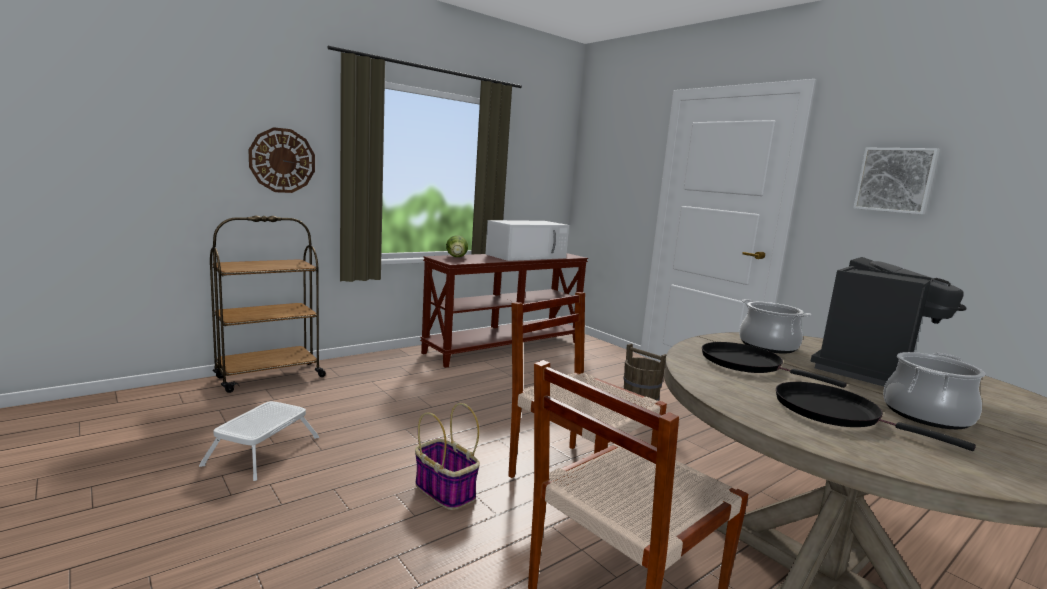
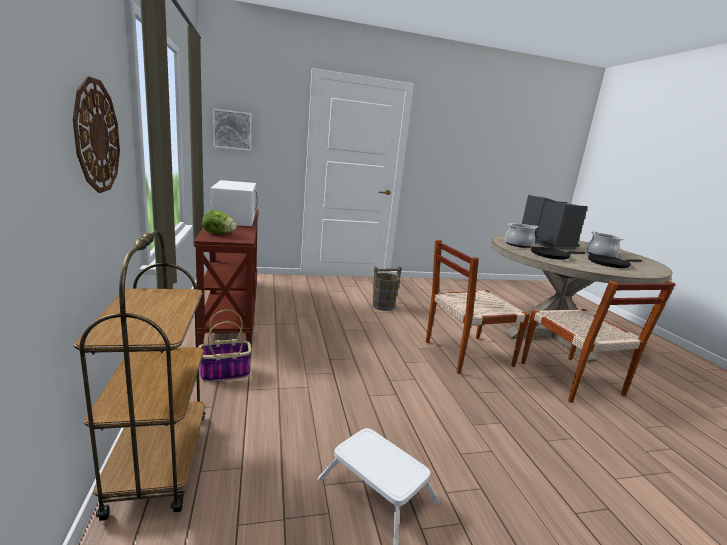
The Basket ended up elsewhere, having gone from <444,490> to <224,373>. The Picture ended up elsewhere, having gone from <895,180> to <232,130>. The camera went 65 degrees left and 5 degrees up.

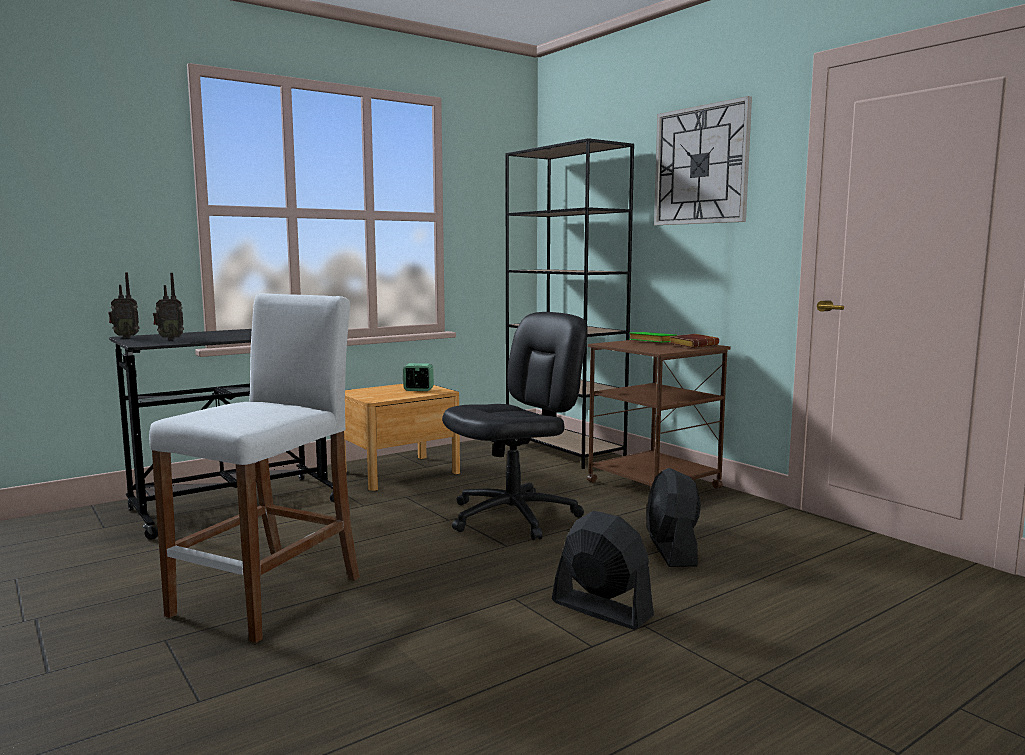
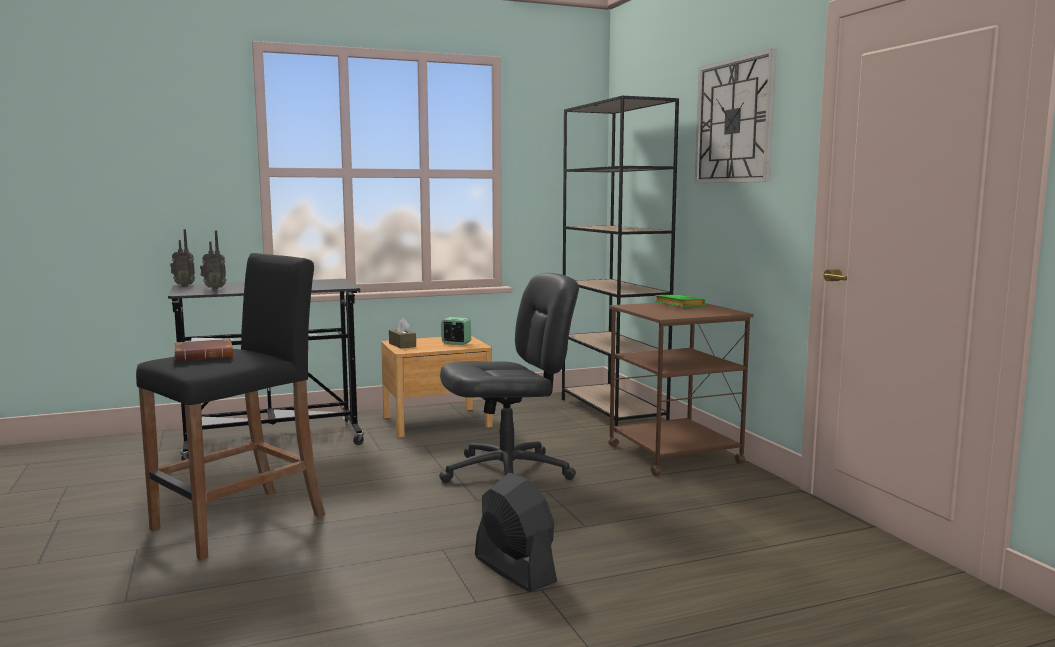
What was the WhiteStool at <269,596> turned into the BlackStool at <240,522>. The BrownBook ended up elsewhere, having gone from <693,345> to <205,356>. The second view gained the BrownTissueBox at <402,345>. The second view lost the BlackFan at <672,551>. The camera went 15 degrees right and 0 degrees up.

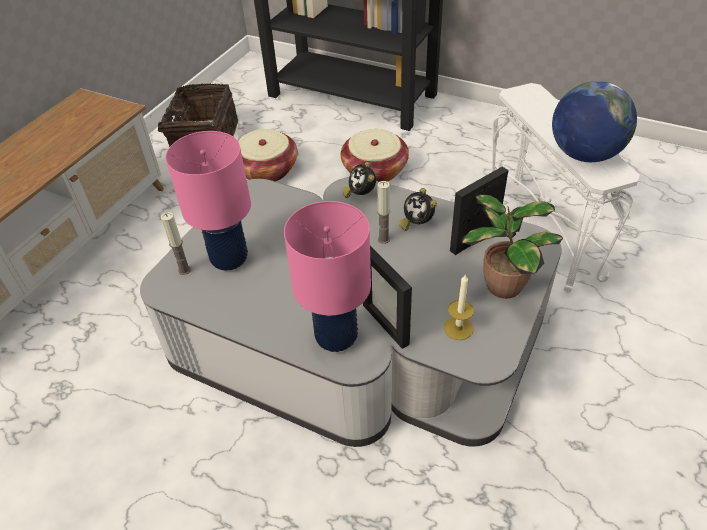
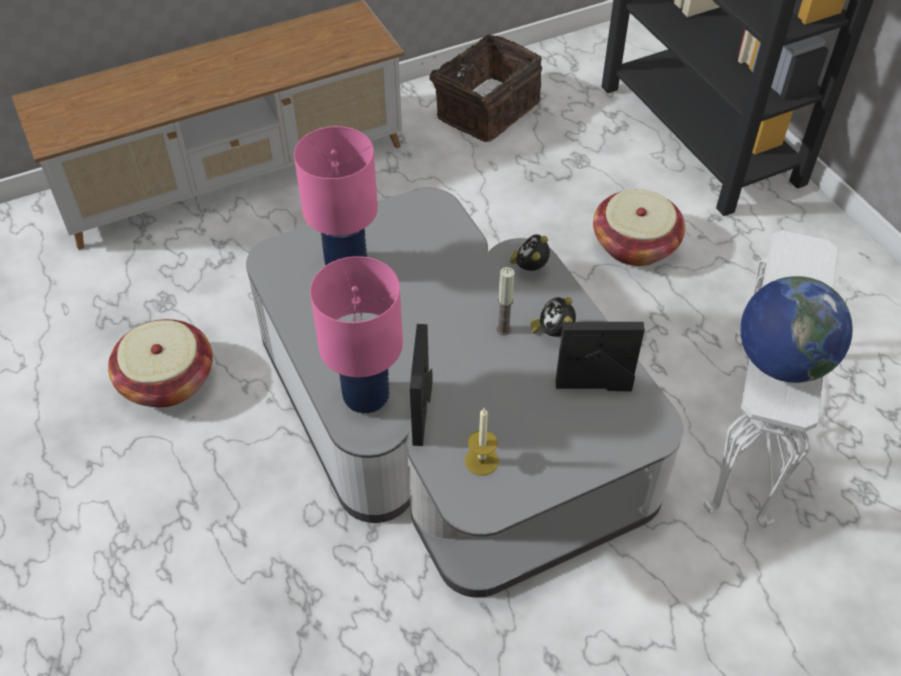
The Basket ended up elsewhere, having gone from <266,170> to <167,380>. The second view lost the Candle at <184,270>. The second view lost the PottedPlant at <501,285>. The camera went 35 degrees right and 5 degrees up.

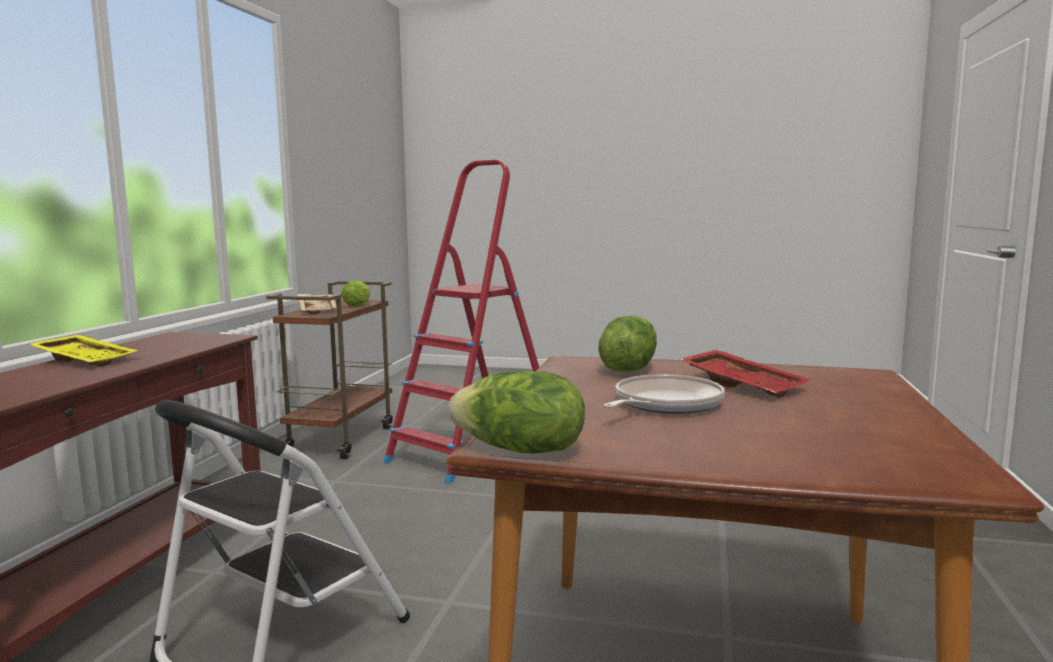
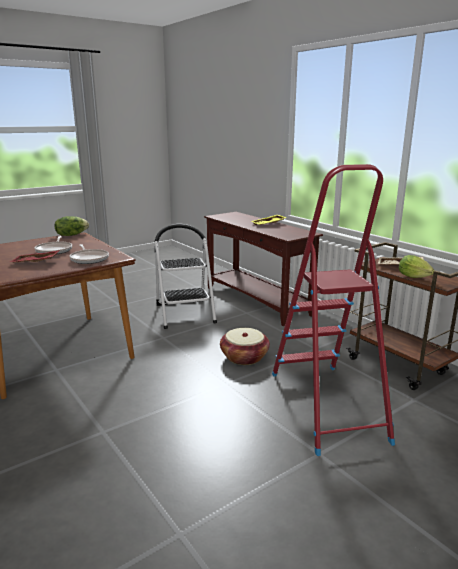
Where the Lettuce stood at <627,369>, the FryingPan came to stand at <89,259>. The second view gained the Basket at <244,357>. The camera went 130 degrees right and 10 degrees up.

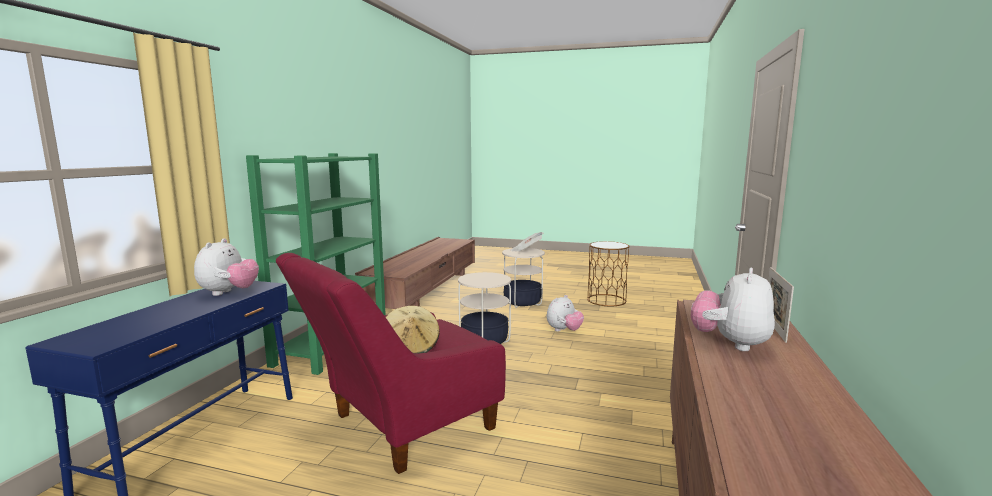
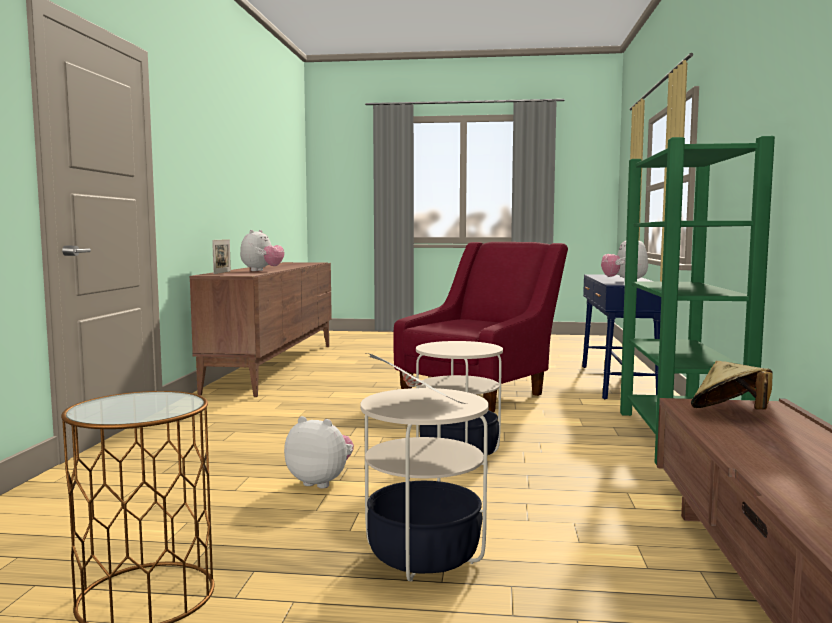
The PlushToy at <564,330> ended up facing another way, 75 degrees clockwise from before. The BeigeHat ended up elsewhere, having gone from <411,347> to <730,414>. The camera went 170 degrees right and 5 degrees down.

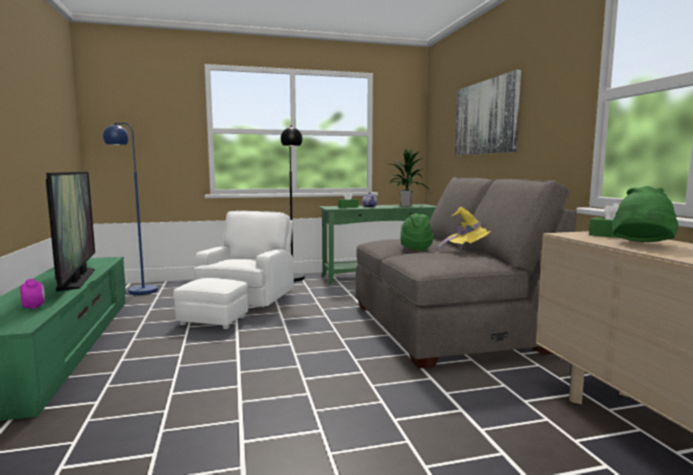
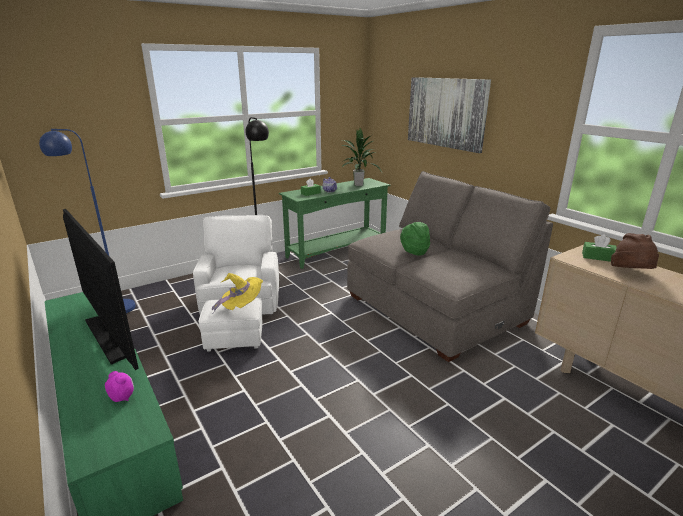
The YellowHat ended up elsewhere, having gone from <468,250> to <242,307>. What was the GreenHat at <642,244> turned into the BrownHat at <631,273>. The camera went 20 degrees left and 15 degrees up.

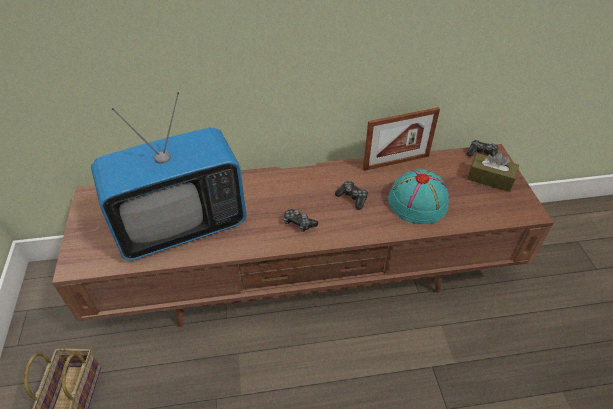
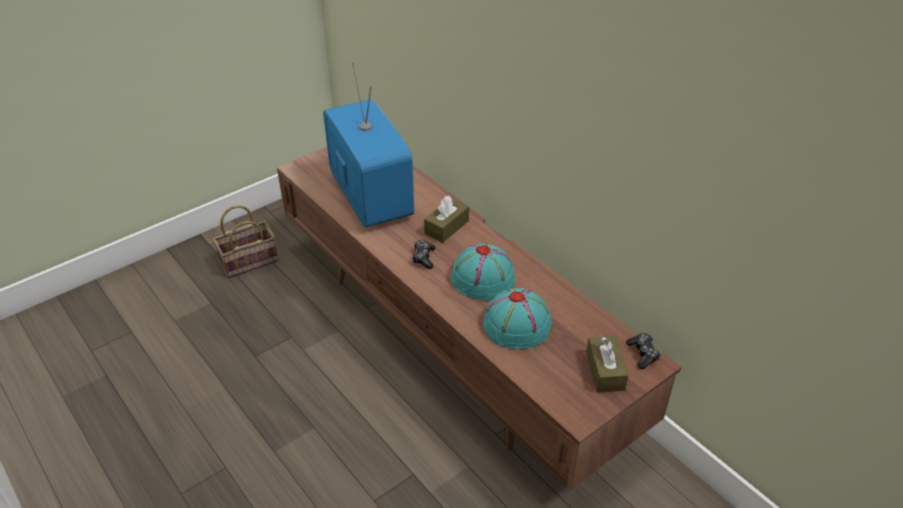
The Television at <181,226> ended up facing another way, 150 degrees counterclockwise from before. The second view gained the BrownTissueBox at <446,227>. Where the GameController stood at <352,198>, the TurquoiseHat came to stand at <483,279>. The second view lost the PictureFrame at <396,162>. The camera went 60 degrees right and 5 degrees down.

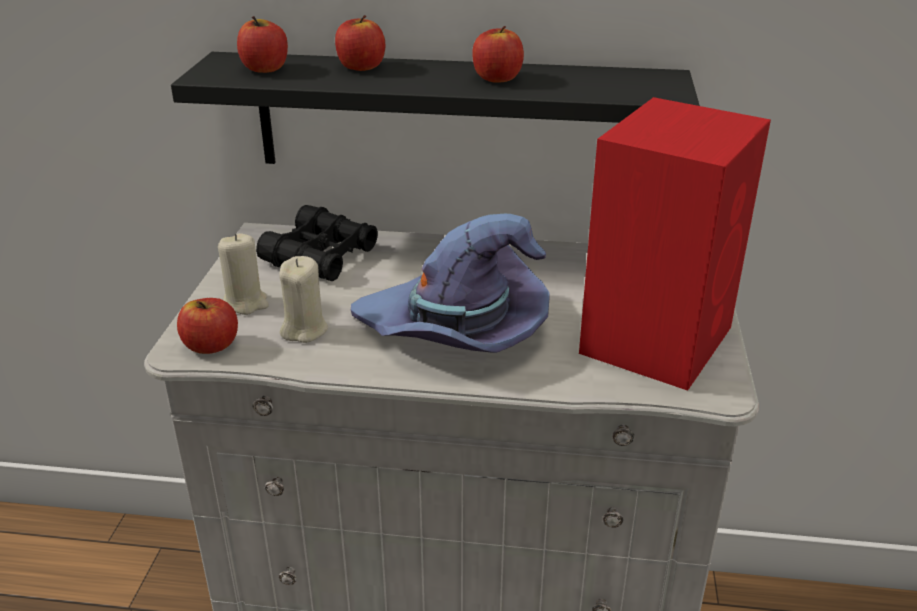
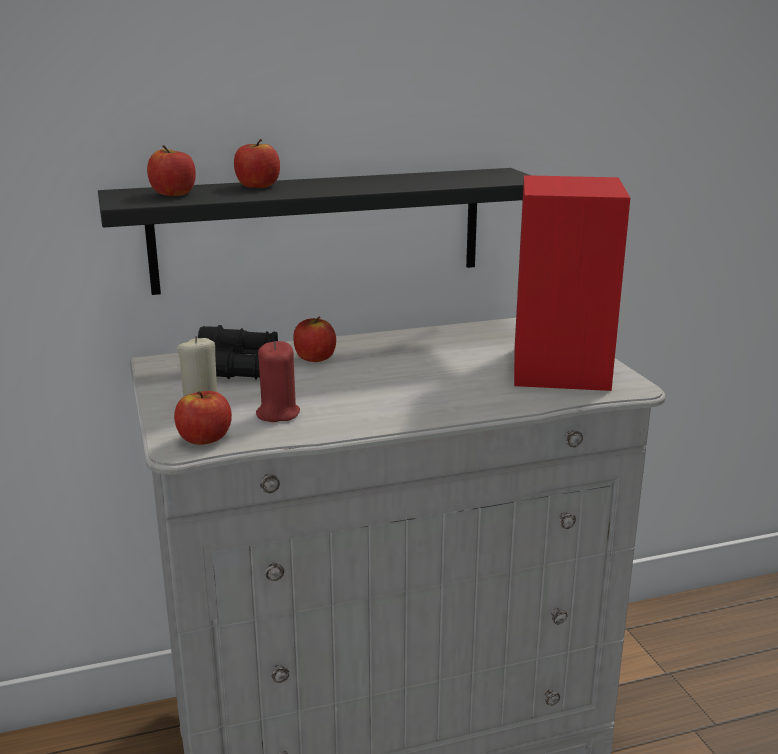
What was the BeigeCandle at <304,330> turned into the RedCandle at <277,413>. The Apple ended up elsewhere, having gone from <497,78> to <315,358>. The second view lost the PurpleHat at <455,331>. The camera went 25 degrees left and 10 degrees down.

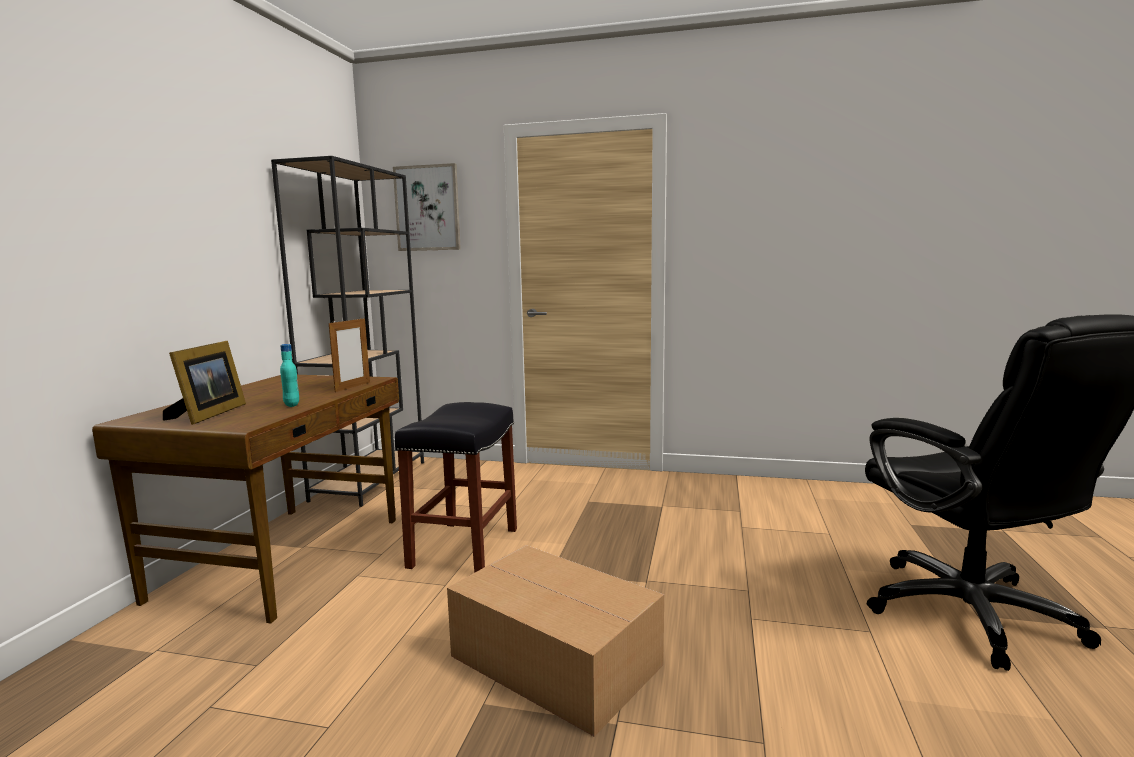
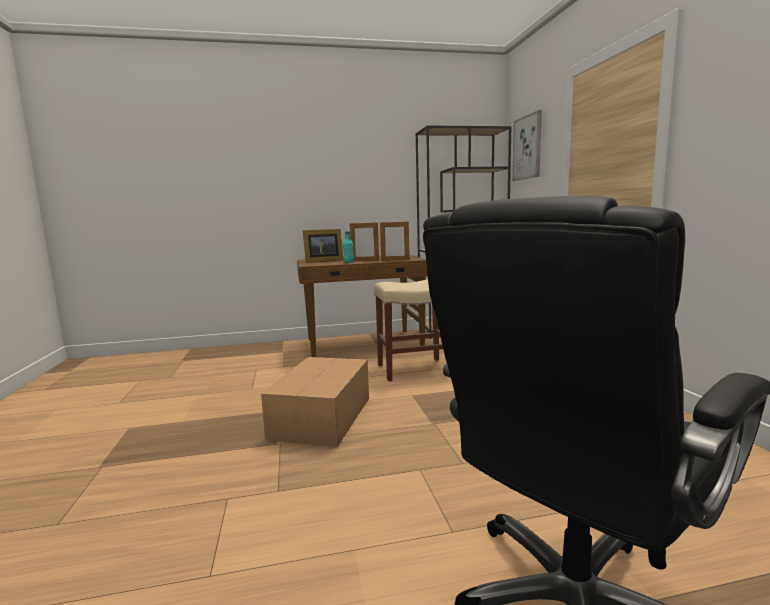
The second view gained the PictureFrame at <365,261>. What was the BlackStool at <464,548> turned into the BeigeStool at <413,369>. The camera went 65 degrees right and 0 degrees up.

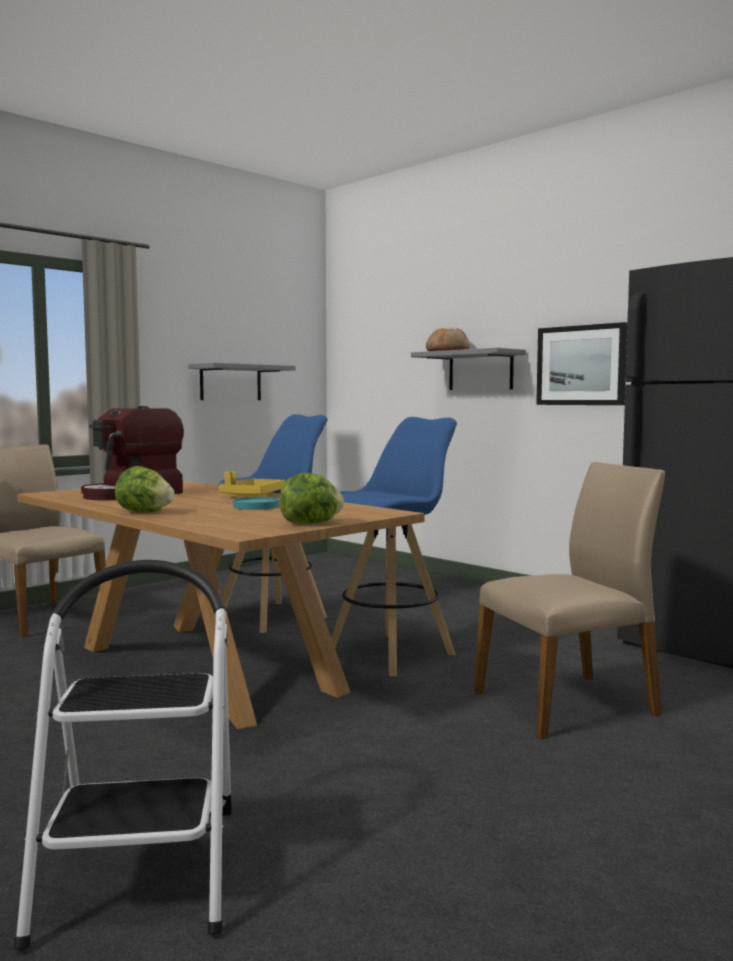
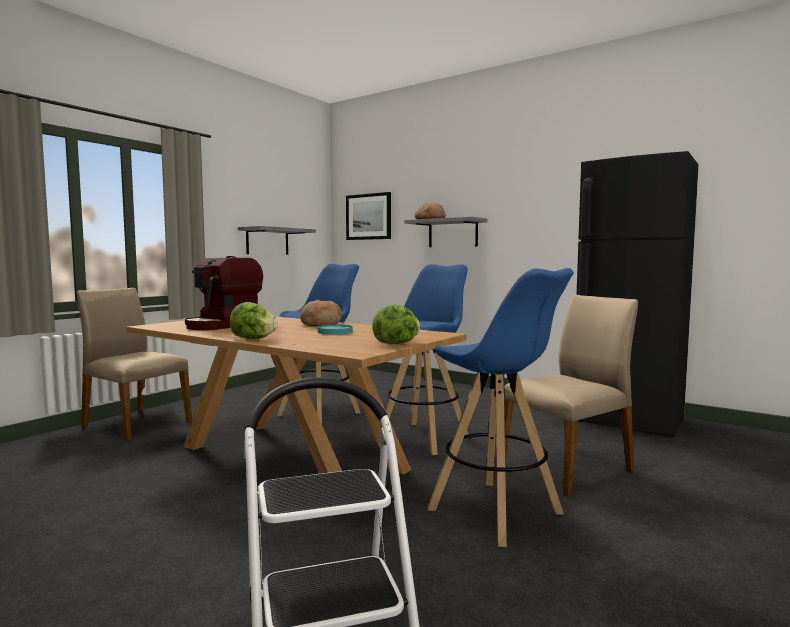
Where the YellowTray stood at <252,496>, the Bread came to stand at <320,324>. The Picture ended up elsewhere, having gone from <581,365> to <368,216>. The second view gained the BlueStool at <497,513>. The camera went 10 degrees left and 0 degrees up.

